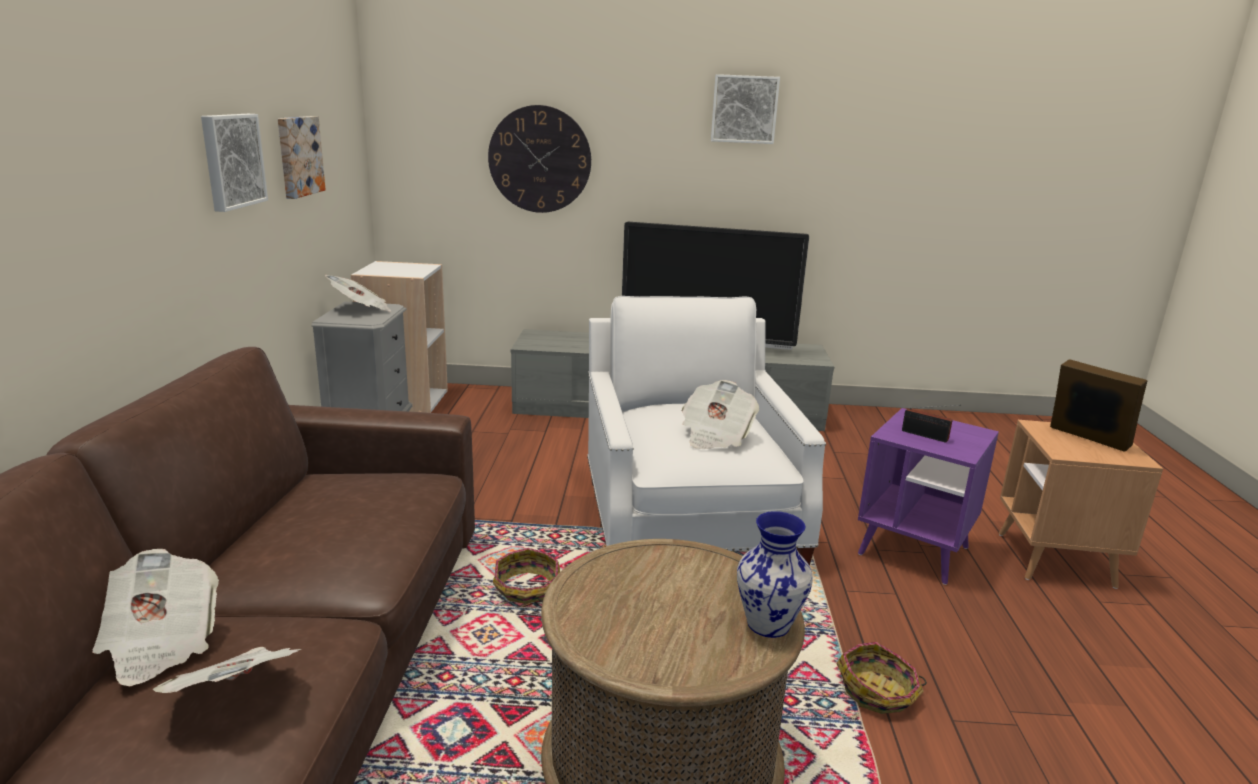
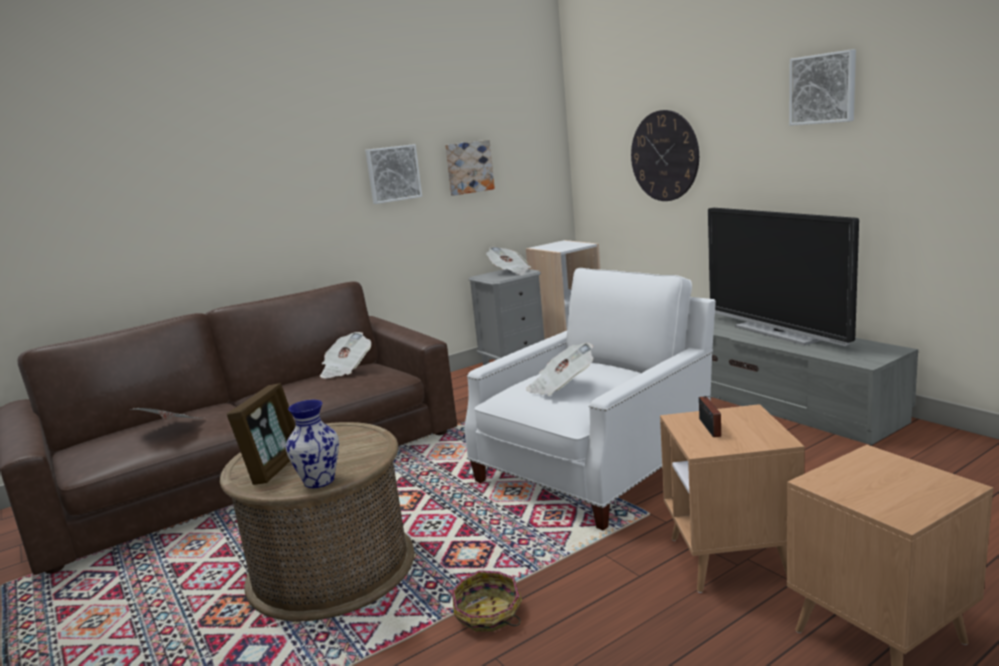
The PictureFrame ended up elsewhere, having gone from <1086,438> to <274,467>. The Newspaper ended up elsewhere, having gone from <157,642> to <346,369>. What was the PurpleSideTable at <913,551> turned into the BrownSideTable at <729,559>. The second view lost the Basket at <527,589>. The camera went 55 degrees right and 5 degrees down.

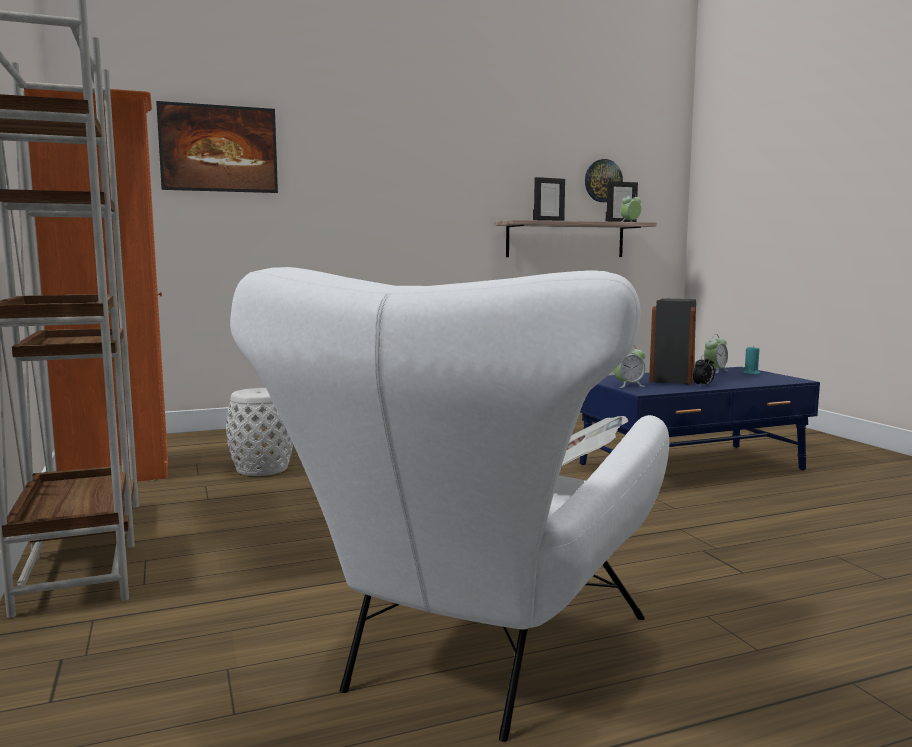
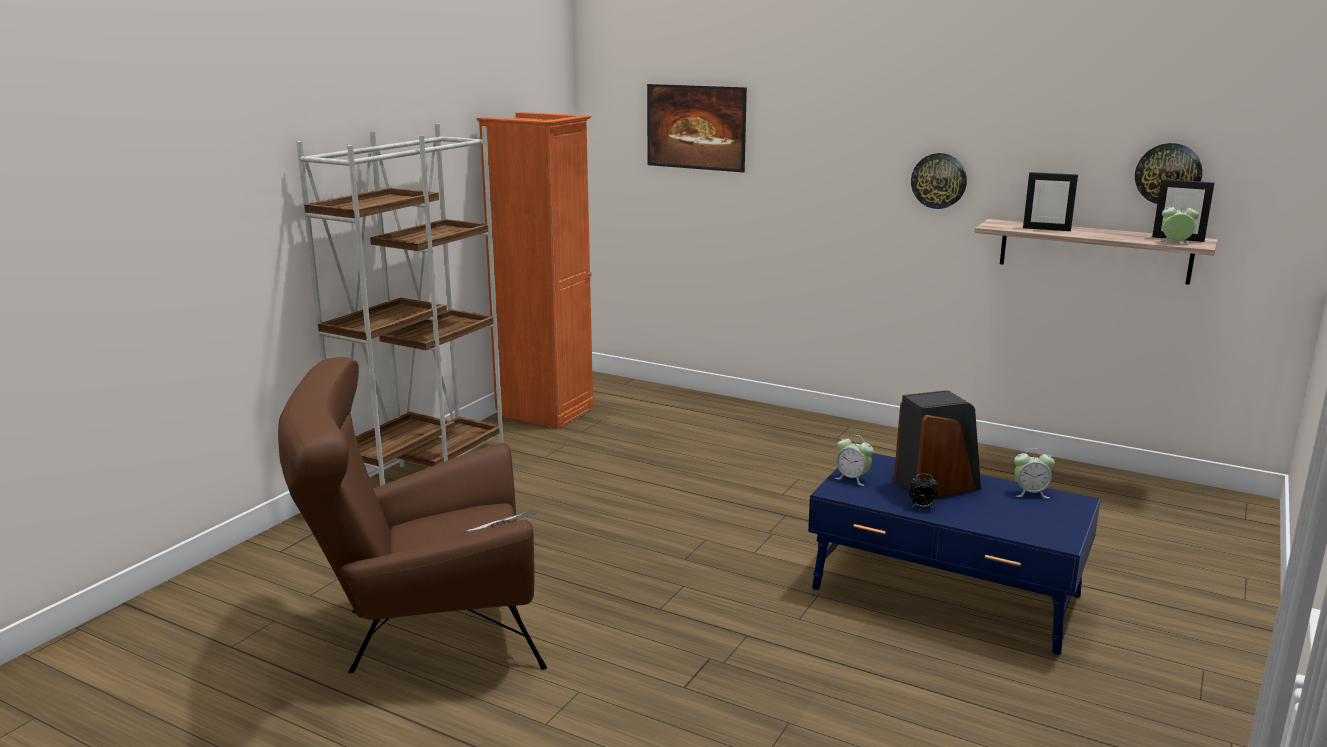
What was the WhiteArmchair at <469,661> turned into the BrownArmchair at <421,632>. The second view gained the WallClock at <939,180>. The second view lost the WhiteStool at <262,469>. The second view lost the TurquoiseCandle at <751,373>. The camera went 50 degrees right and 10 degrees up.

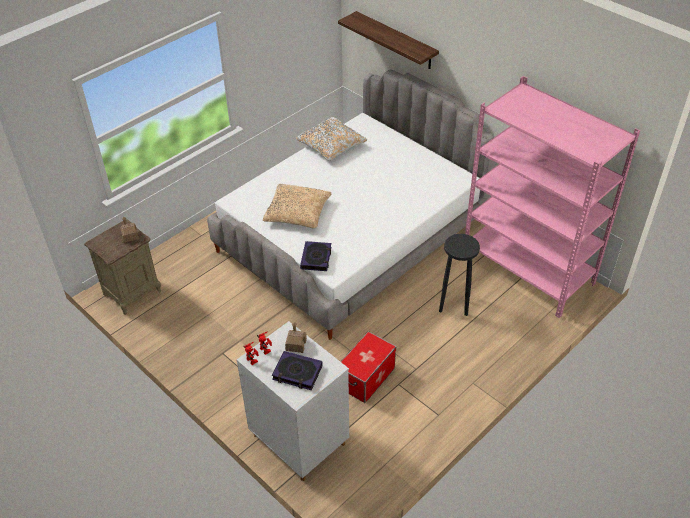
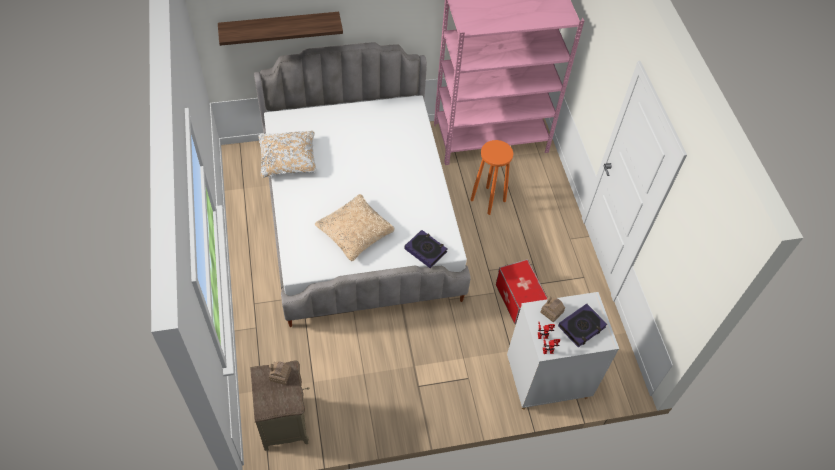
What was the BlackStool at <454,303> turned into the OrangeStool at <487,200>. The camera went 60 degrees left and 10 degrees up.

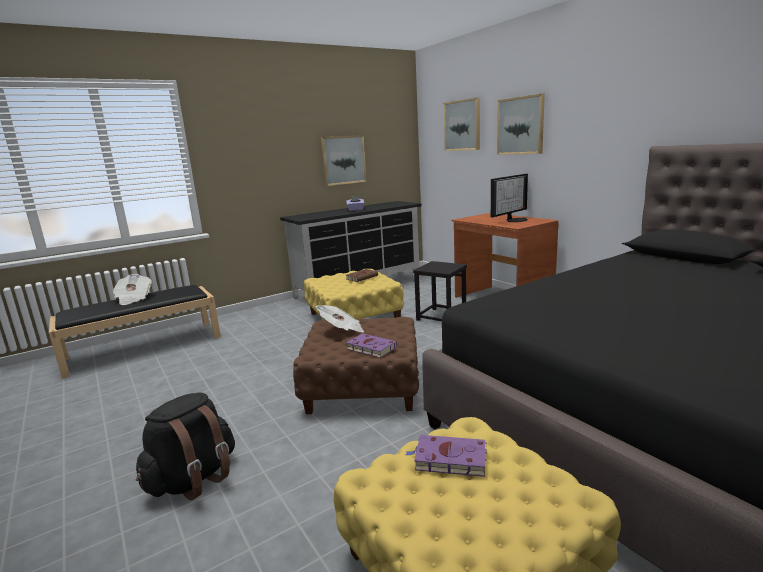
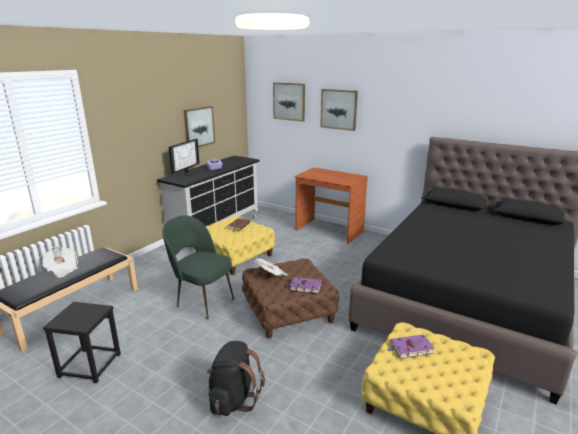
The BlackStool ended up elsewhere, having gone from <441,317> to <89,365>. The second view gained the GreenChair at <202,301>. The Monitor ended up elsewhere, having gone from <515,220> to <190,173>. The camera went 25 degrees left and 5 degrees up.

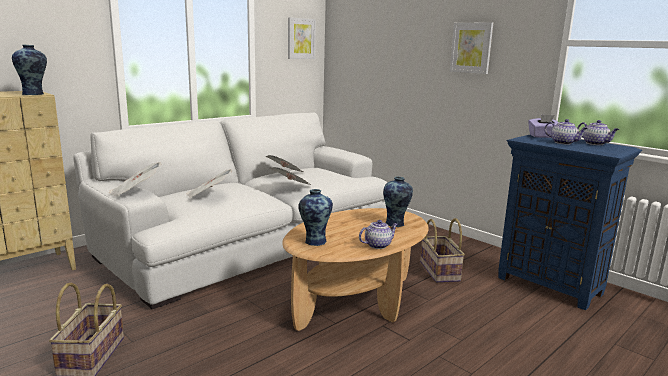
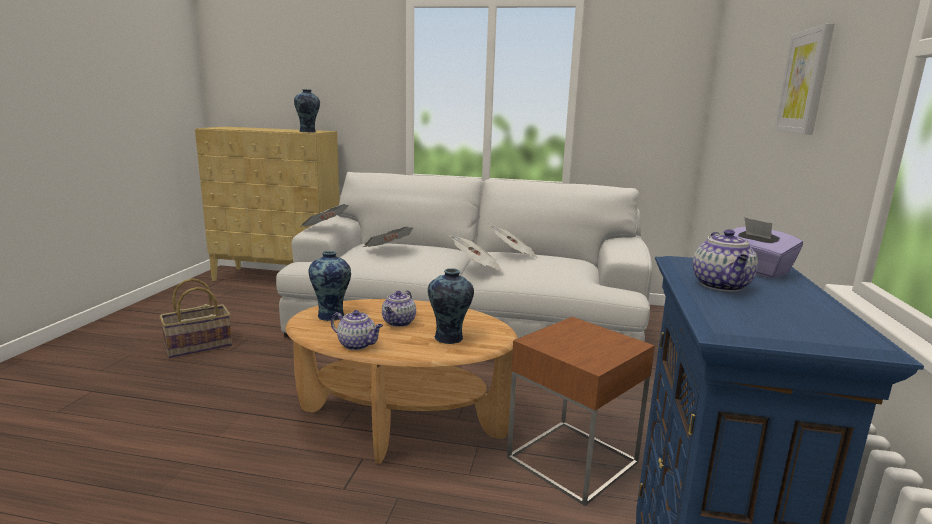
The Teapot ended up elsewhere, having gone from <595,143> to <399,323>. Where the Basket stood at <440,271>, the BrownSideTable came to stand at <572,460>. The second view lost the Picture at <301,38>. The camera went 55 degrees right and 0 degrees up.

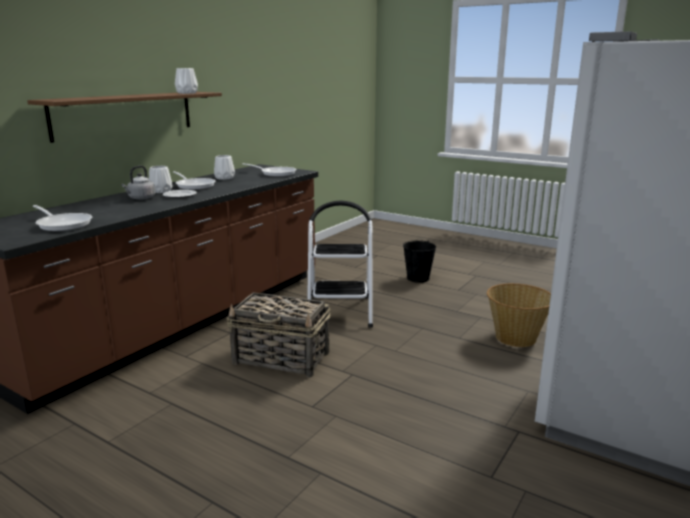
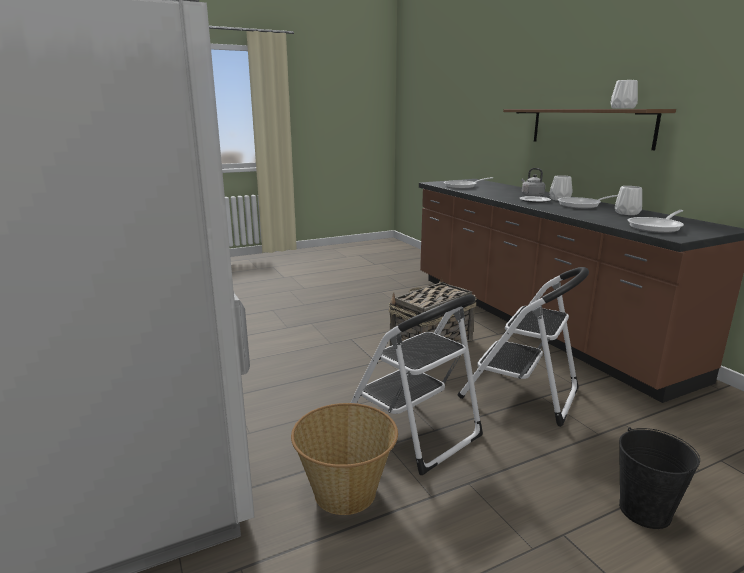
The second view gained the StepLadder at <413,431>. The camera went 120 degrees right and 0 degrees up.

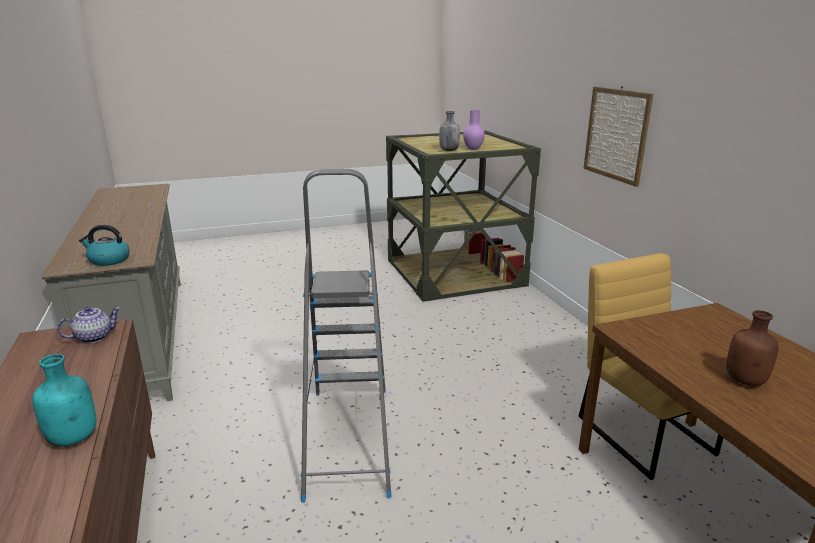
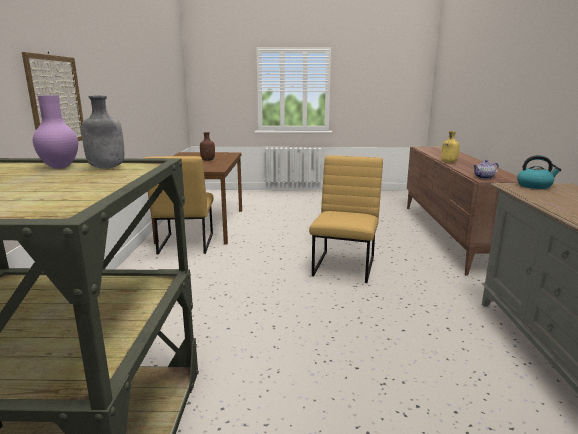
Where the GreyStepLadder stood at <348,437>, the YellowChair came to stand at <345,265>. What was the TurquoiseBottle at <74,437> turned into the YellowBottle at <448,162>. The camera went 160 degrees left and 5 degrees down.

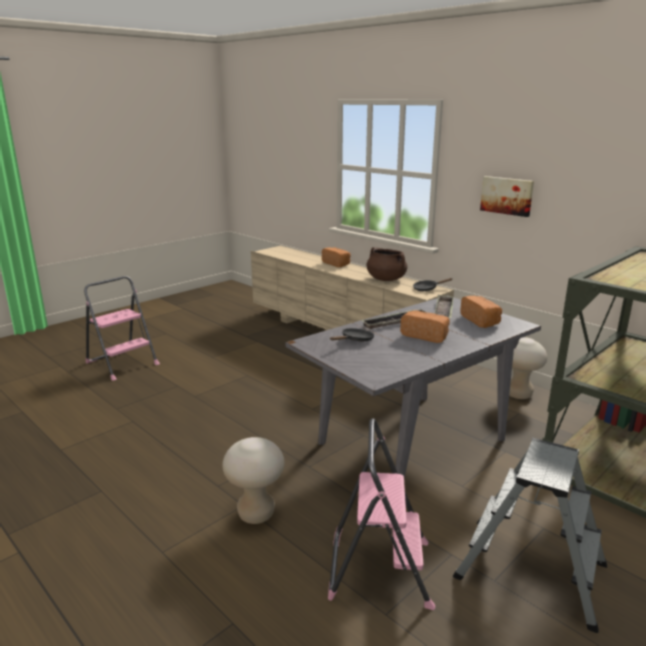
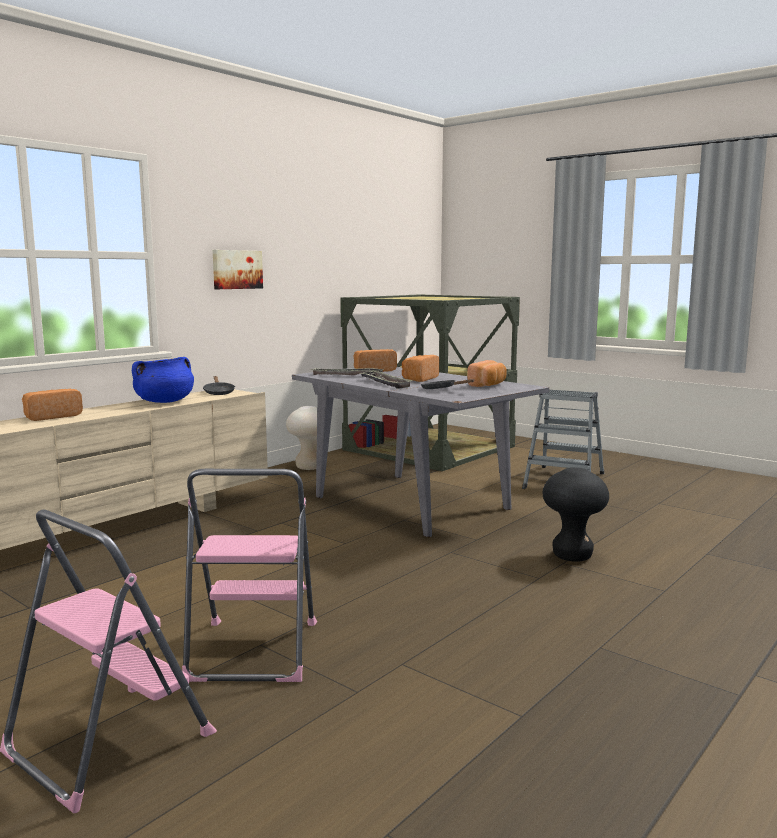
What was the BrownCookingPot at <385,279> turned into the BlueCookingPot at <164,401>. The PinkStepLadder ended up elsewhere, having gone from <375,568> to <251,653>. The second view gained the Bread at <488,385>. What was the BeigeStool at <256,514> turned into the BlackStool at <572,556>. The camera went 95 degrees left and 10 degrees down.

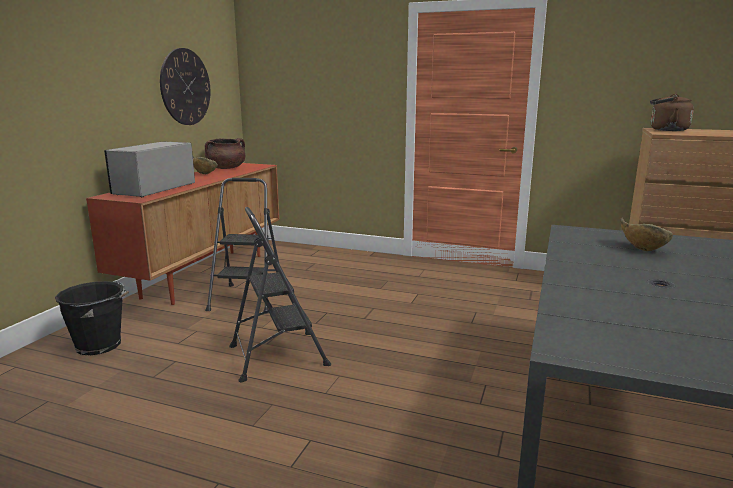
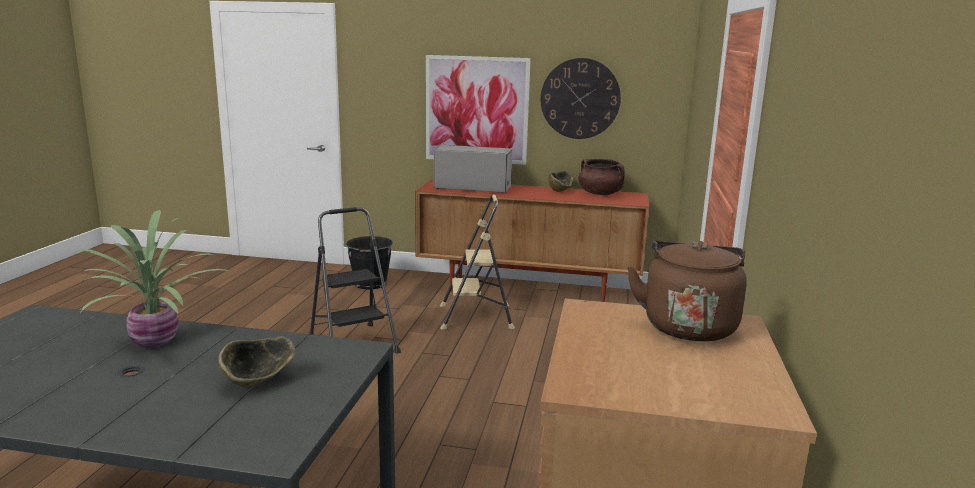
The second view gained the PottedPlant at <158,341>. The second view gained the Picture at <476,110>. What was the BlackStepLadder at <248,297> turned into the BeigeStepLadder at <478,316>. The camera went 80 degrees right and 0 degrees up.

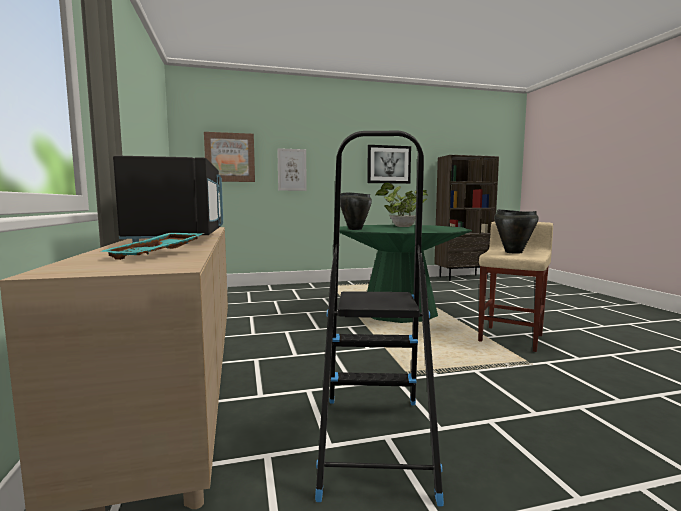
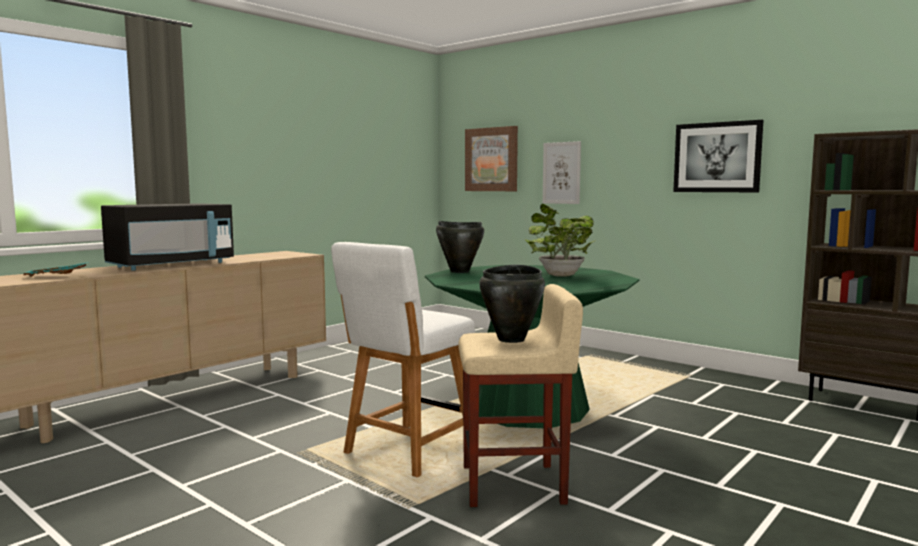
The second view gained the WhiteChair at <406,452>. The second view lost the BlackStepLadder at <374,440>. The camera went 55 degrees right and 0 degrees up.

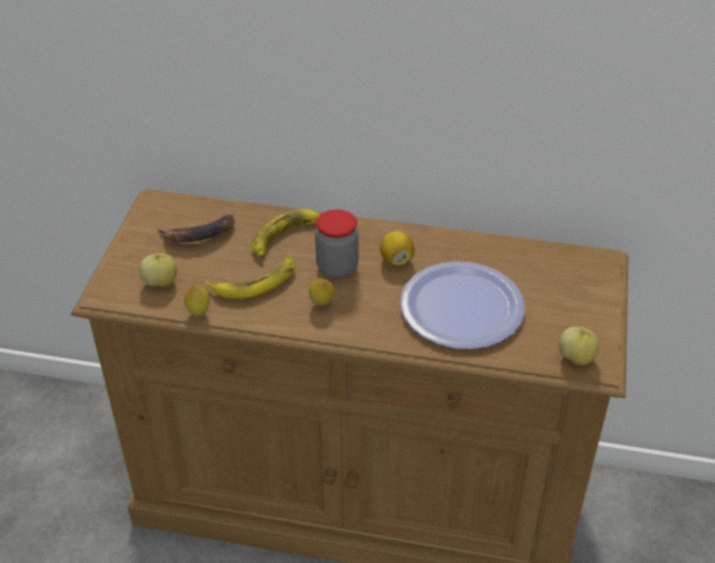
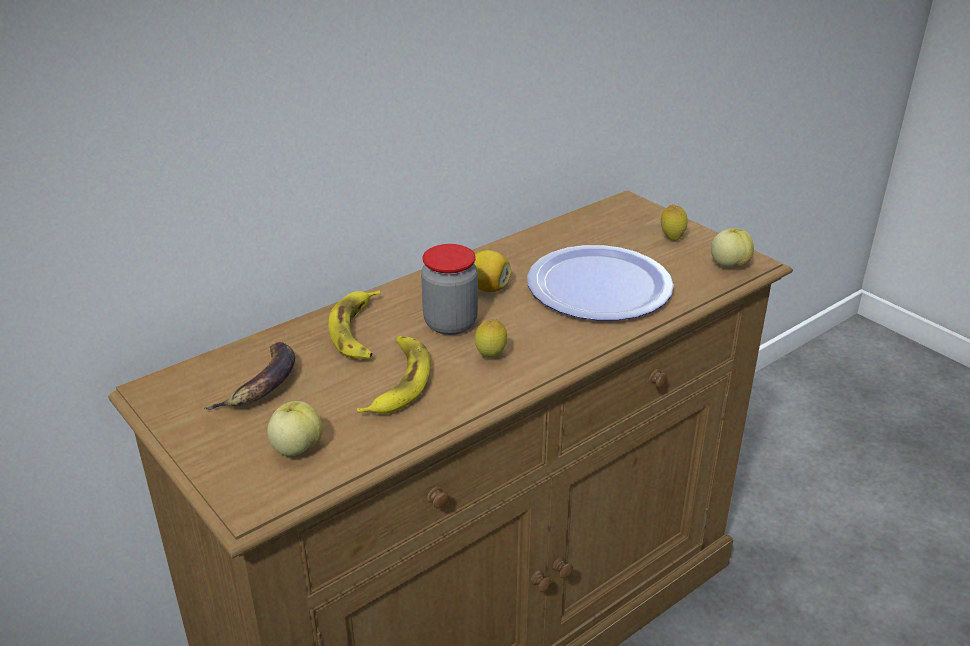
The Lemon ended up elsewhere, having gone from <198,313> to <672,238>. The camera went 50 degrees left and 10 degrees down.

